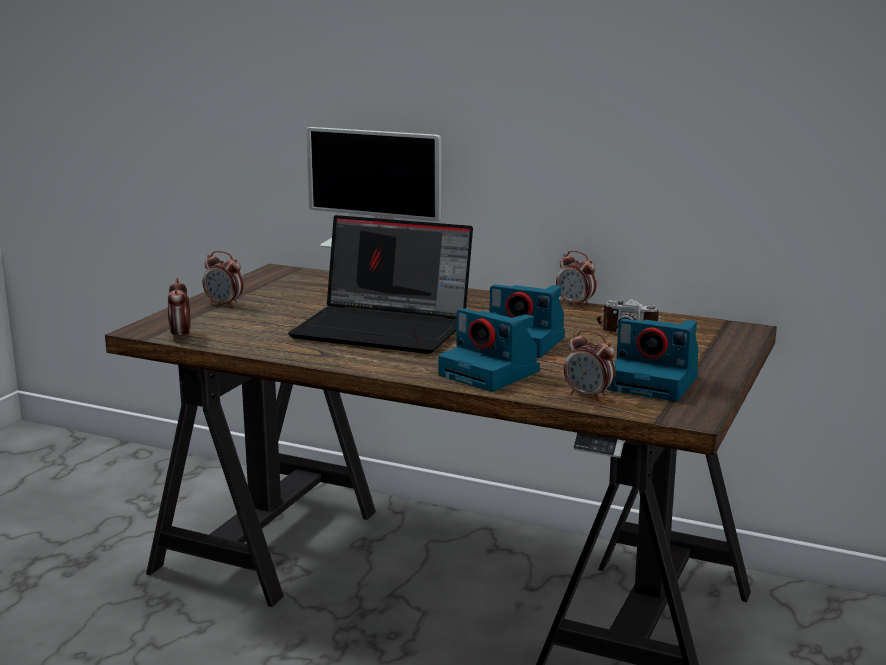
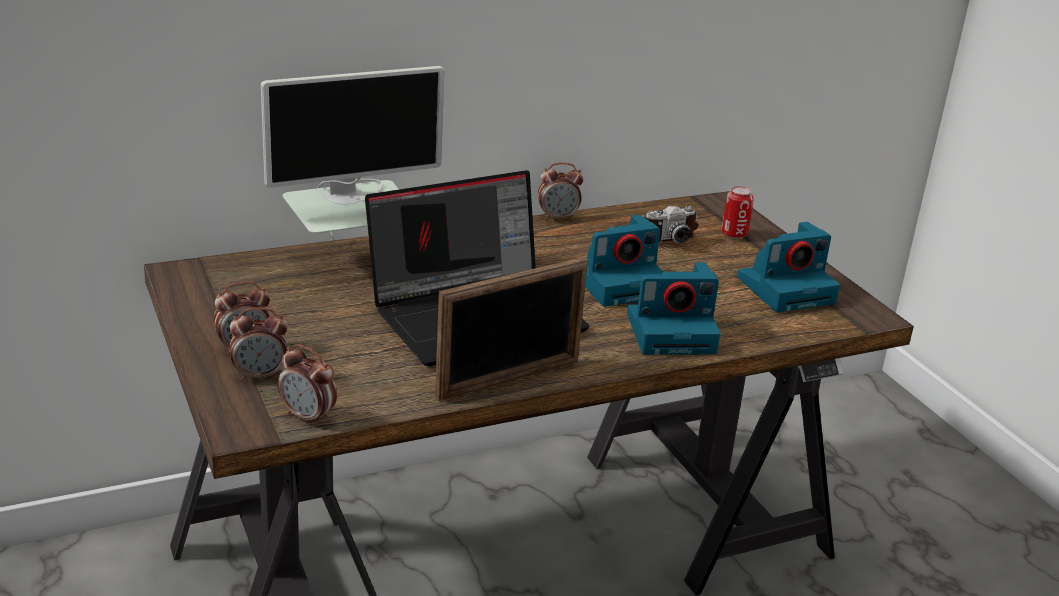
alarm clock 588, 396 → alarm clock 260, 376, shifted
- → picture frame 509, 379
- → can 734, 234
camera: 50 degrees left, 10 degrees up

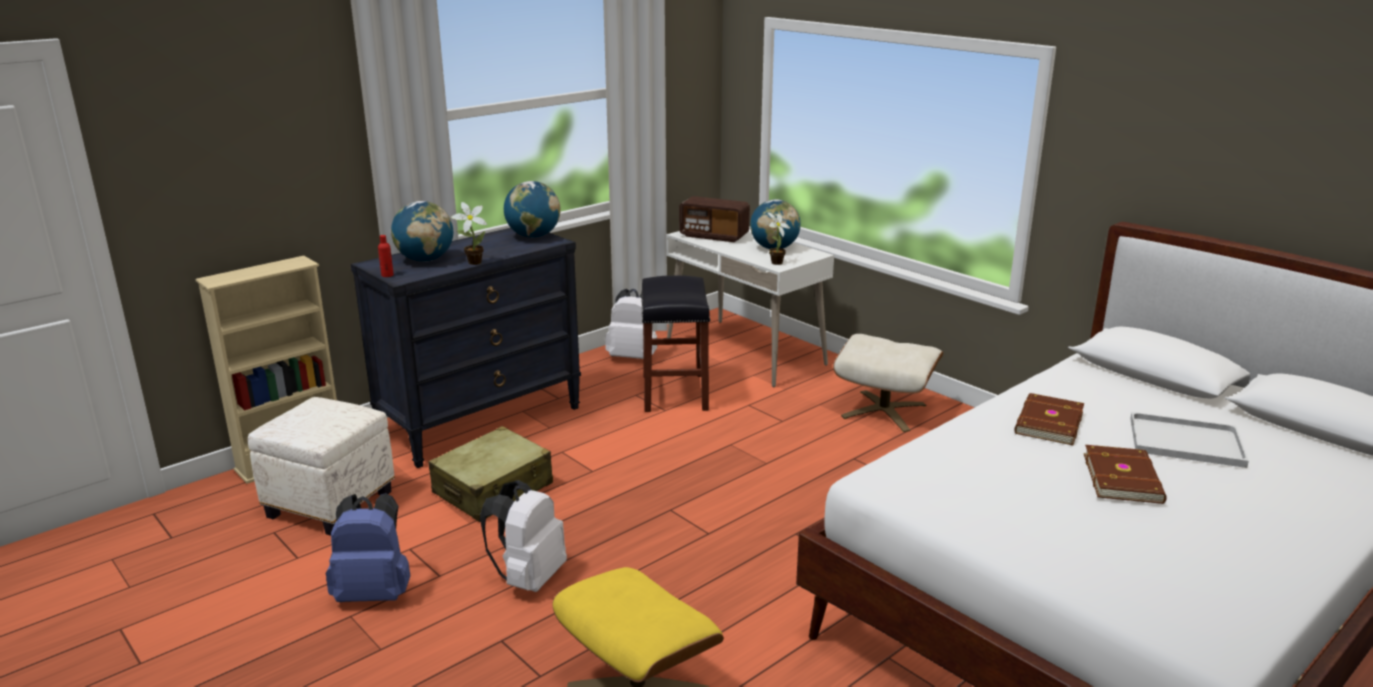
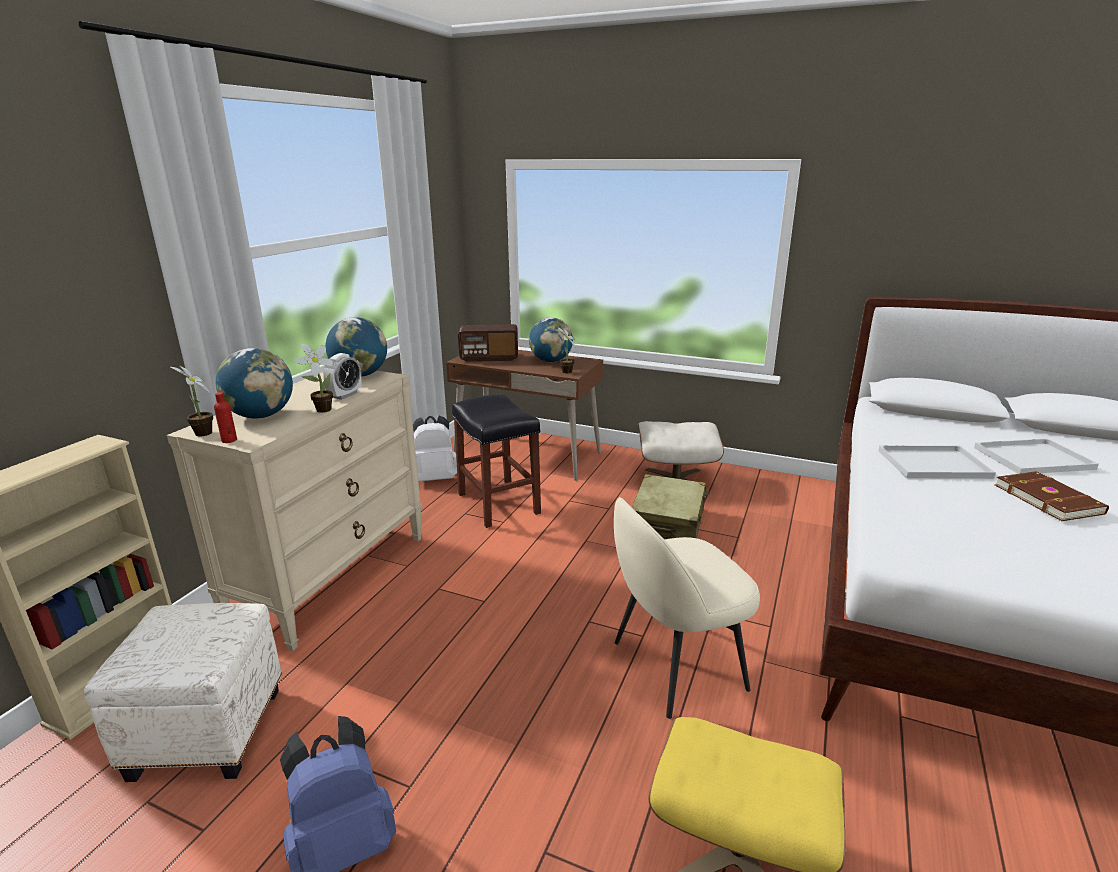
dresser/black 482, 422 → dresser/beige 332, 577
suitcase/beige 493, 489 → suitcase/beige 667, 523, shifted
backpack/white 528, 578 → -
desk/white 745, 352 → desk/brown 527, 455
book/brown 1047, 422 → tray/white 932, 464
- → potted plant 202, 434
- → alarm clock 345, 395
- → chair/beige 675, 666
camera: 25 degrees left, 0 degrees up

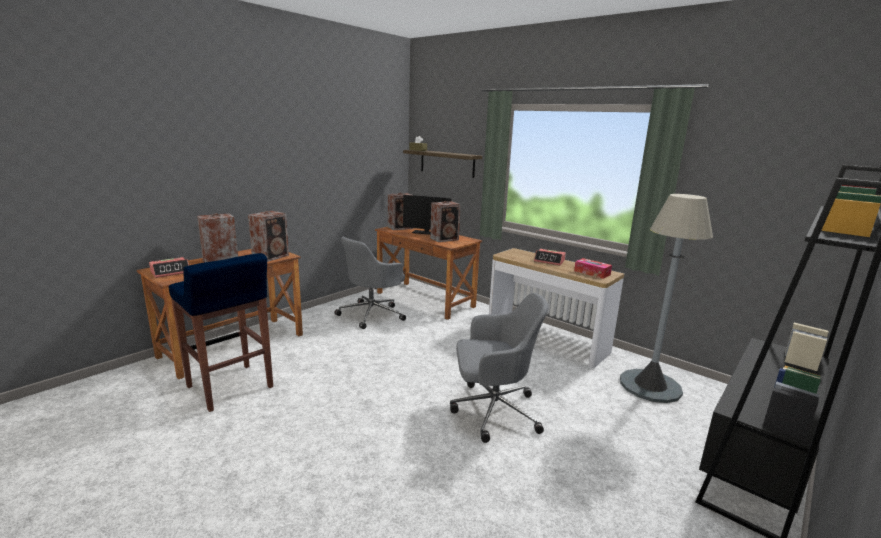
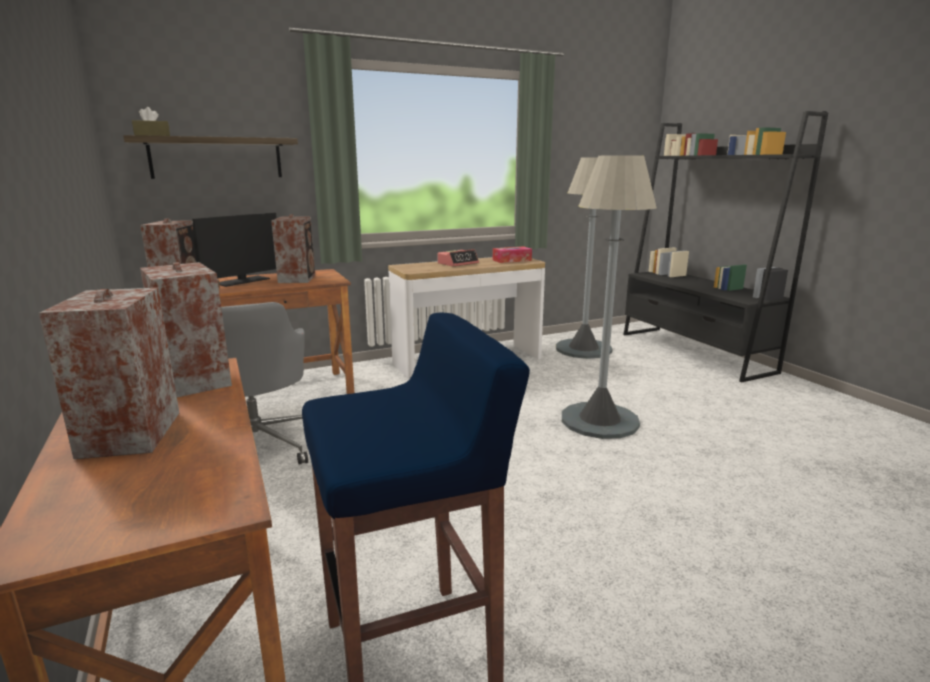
alarm clock 170, 272 → -
office chair/grey 492, 411 → floor lamp/grey 599, 420
camera: 65 degrees left, 0 degrees up

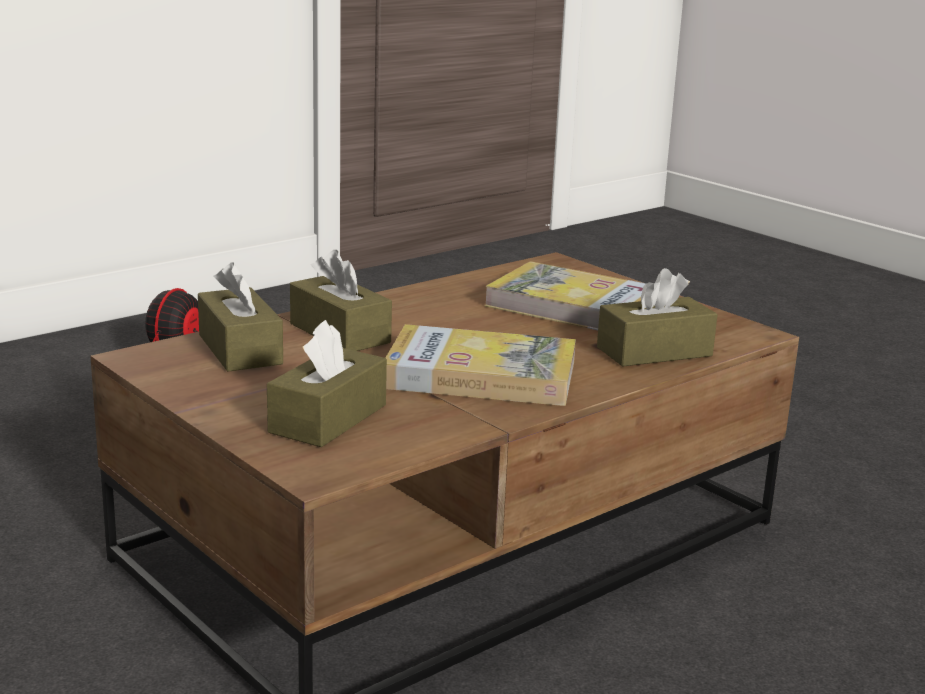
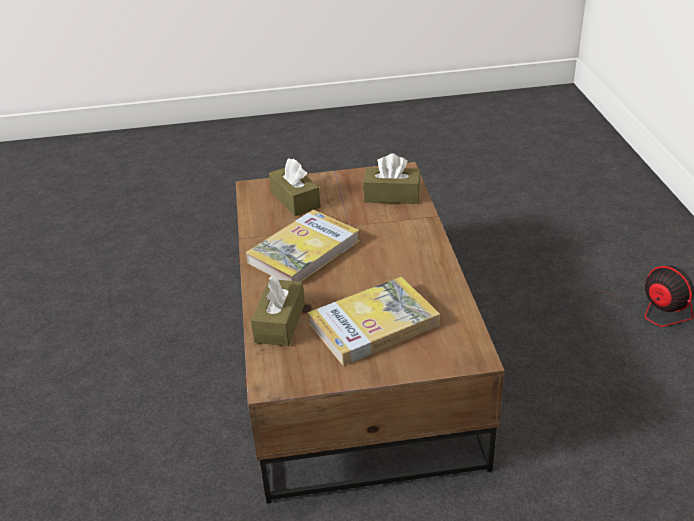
tissue box/brown 340, 333 → -
camera: 125 degrees right, 15 degrees up

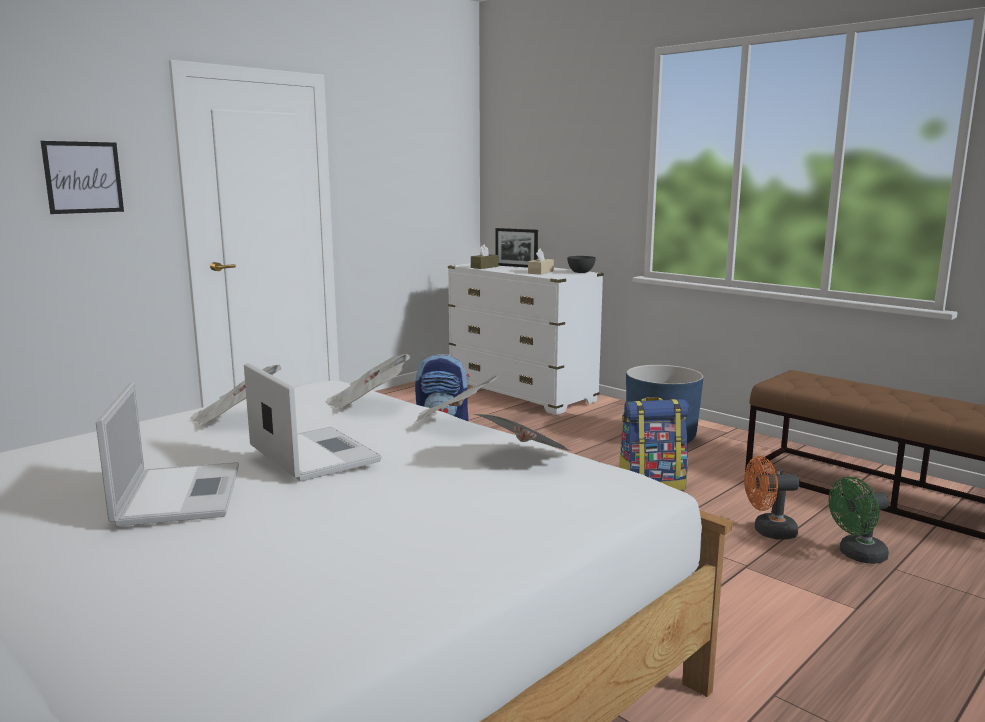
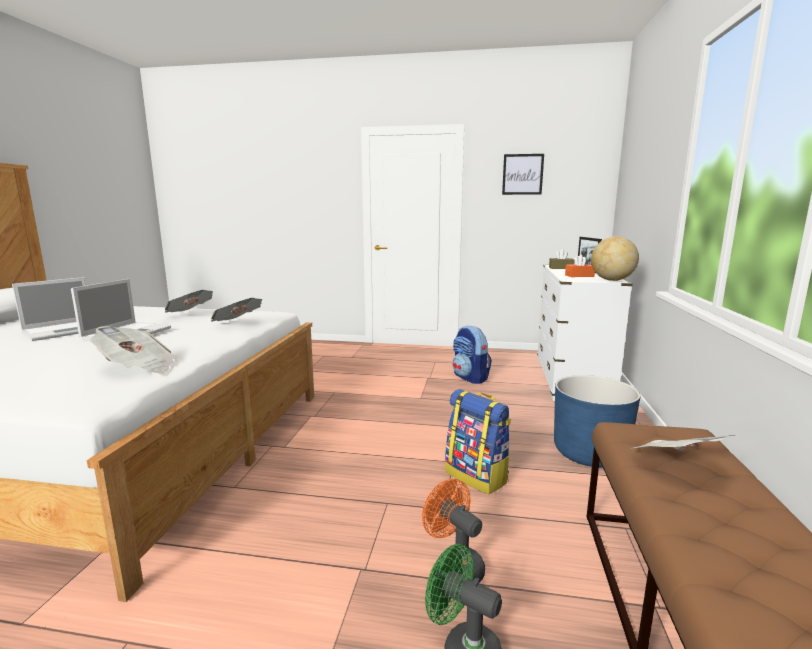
picture 83, 177 → picture 522, 174, shifted
newspaper 454, 422 → newspaper 674, 463, shifted
tissue box/beige 540, 272 → tissue box/orange 579, 276
bowl/grey 581, 272 → globe 611, 280
camera: 55 degrees right, 0 degrees up

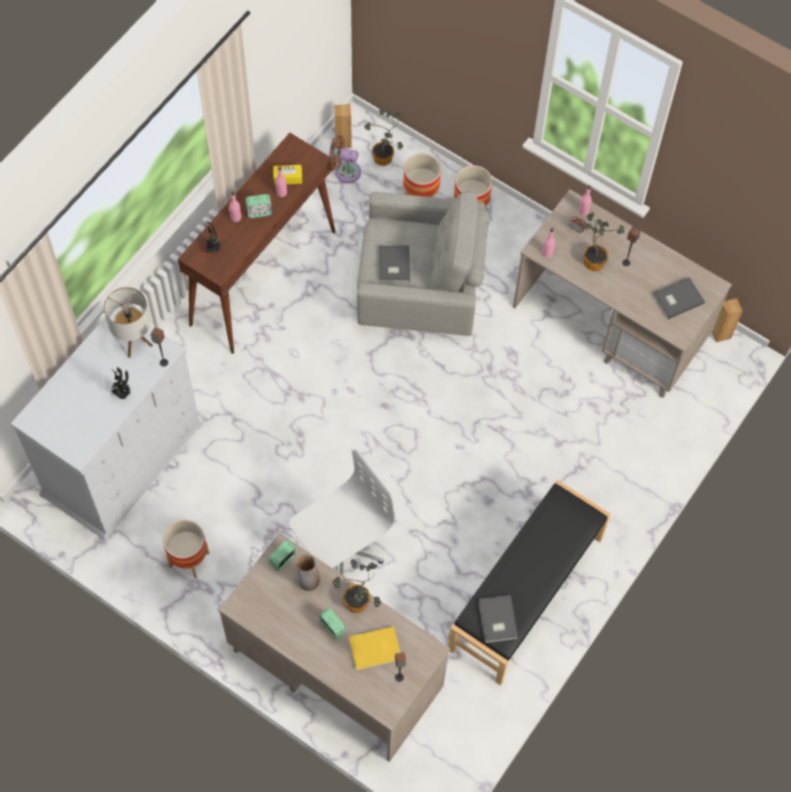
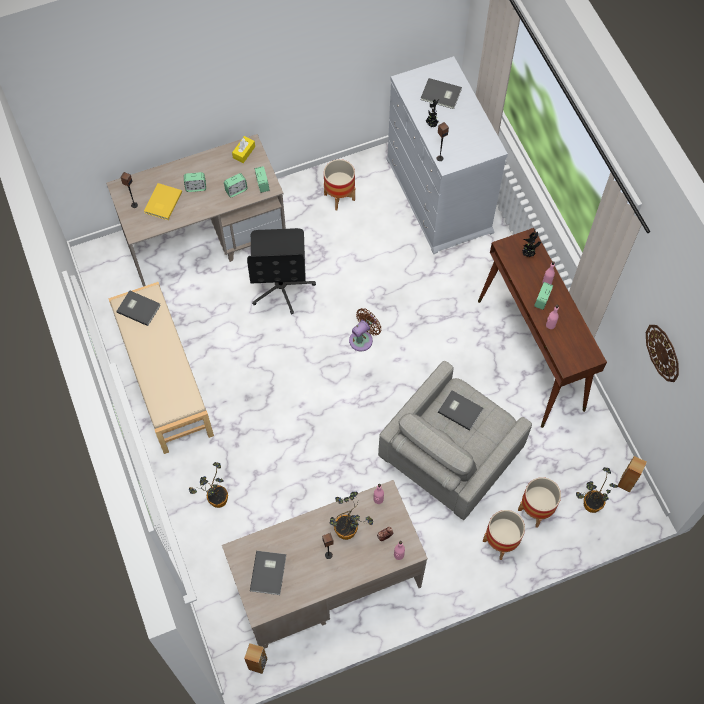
table lamp 134, 341 → -
tissue box/yellow 288, 178 → tissue box/yellow 244, 152, shifted
office chair/white 340, 549 → office chair/black 281, 285
vase 308, 582 → alarm clock 236, 190
fan/brown 344, 171 → fan/brown 363, 339, shifted
potted plant 358, 605 → potted plant 215, 499, shifted
bench/black 526, 594 → bench/beige 164, 379
- → book/grey 441, 95
- → wall clock 663, 352
camera: 125 degrees right, 0 degrees up

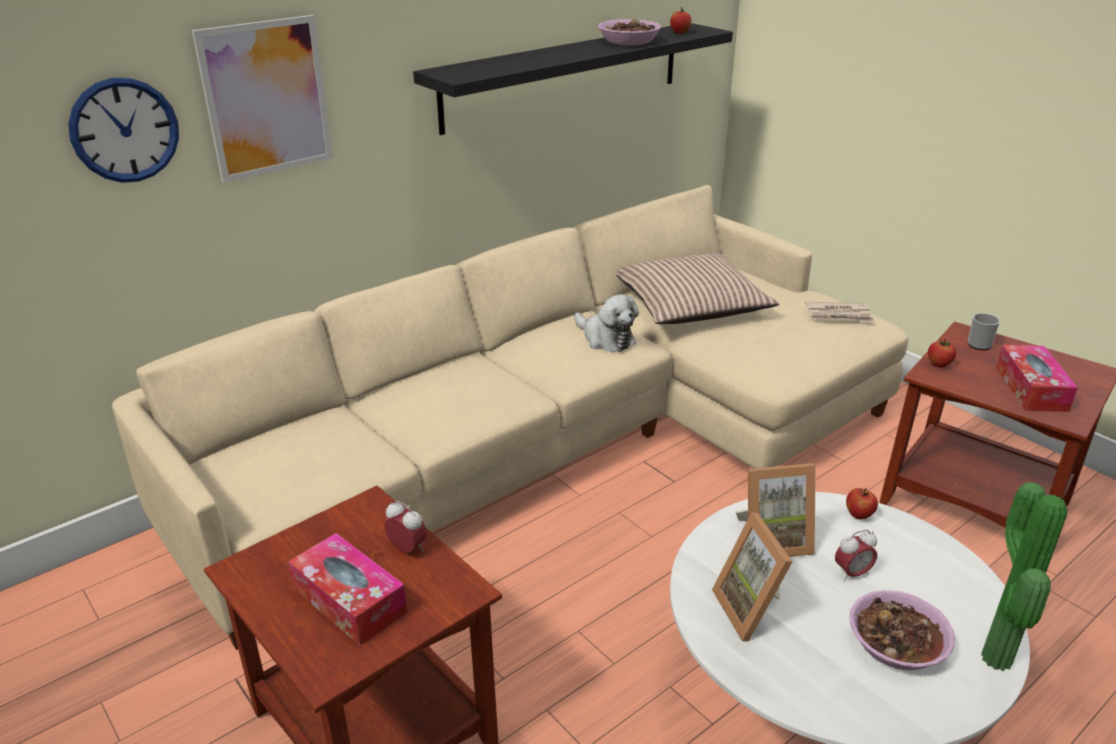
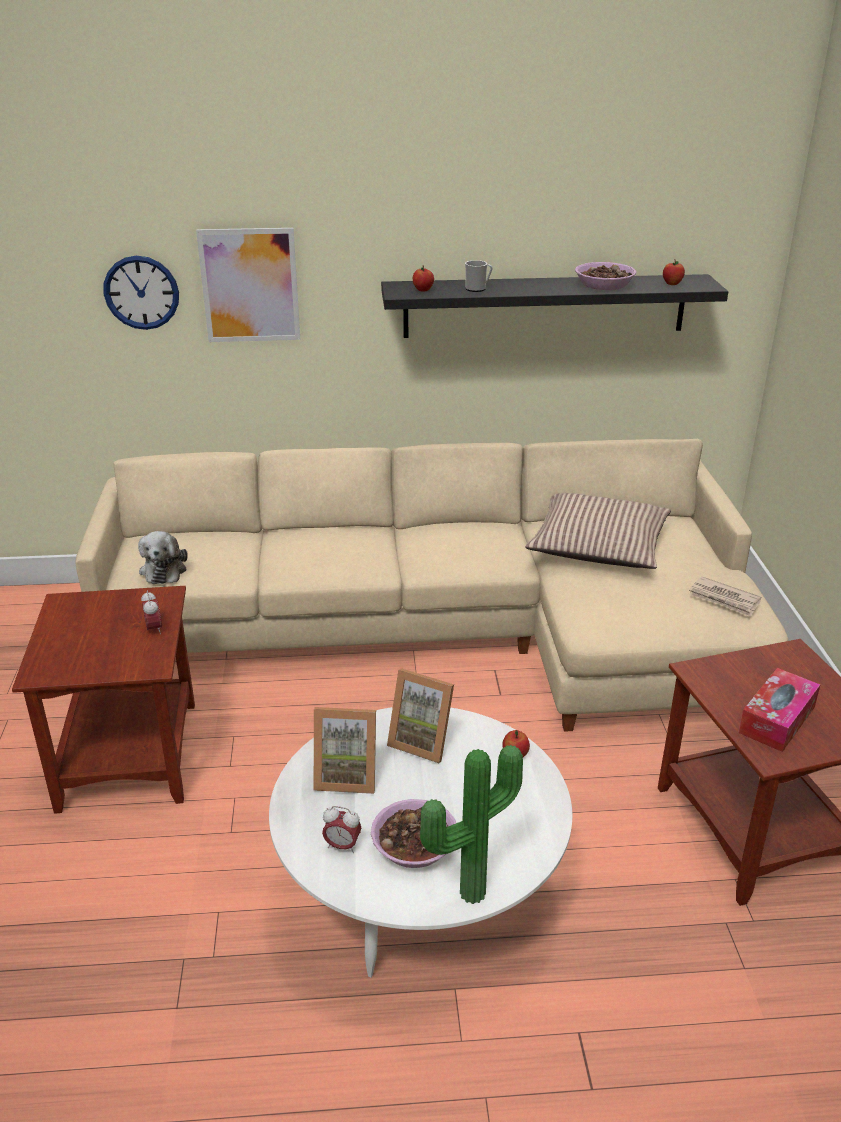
tissue box 349, 600 → -
plush toy 606, 338 → plush toy 164, 569, shifted
picture frame 753, 610 → picture frame 347, 775, 105 degrees counterclockwise
alarm clock 852, 573 → alarm clock 342, 846, shifted
apple 938, 364 → apple 423, 290, shifted
mug 981, 344 → mug 478, 289, shifted
camera: 35 degrees right, 0 degrees up

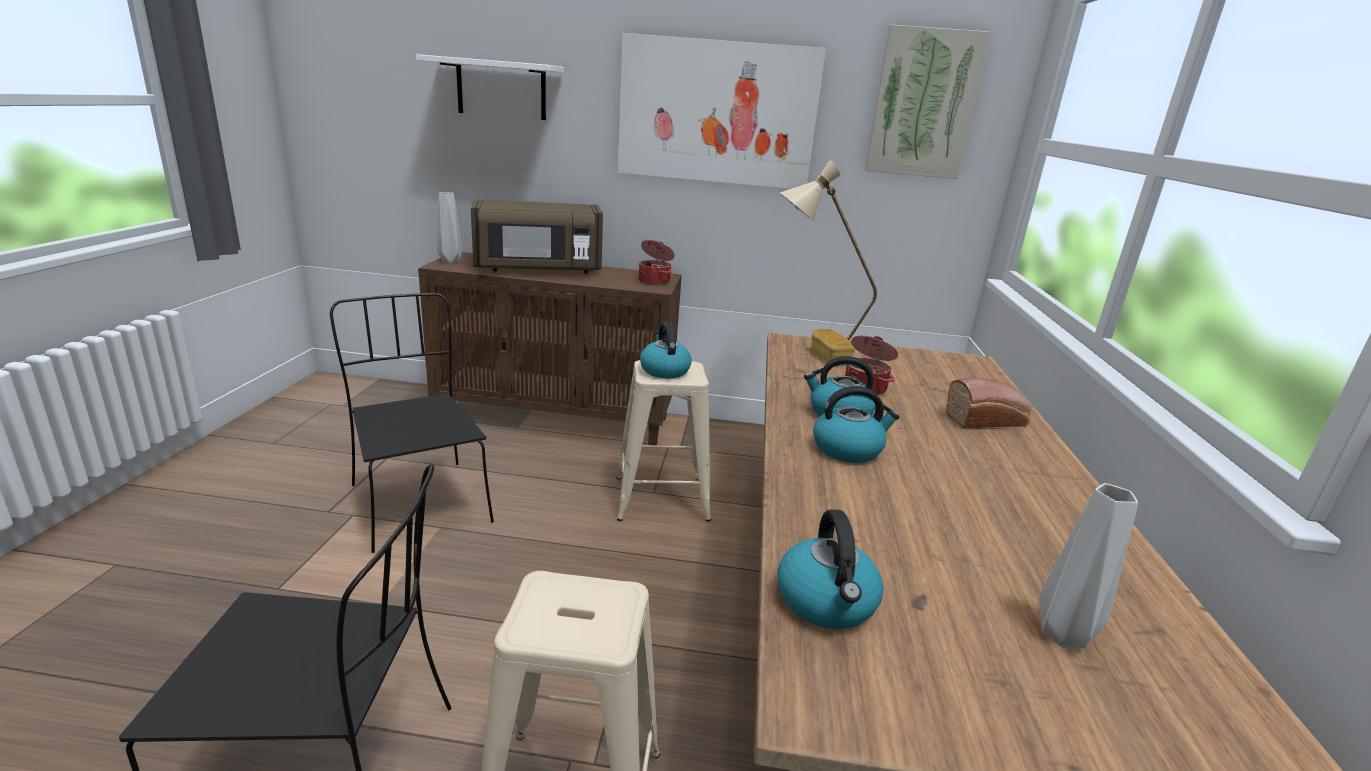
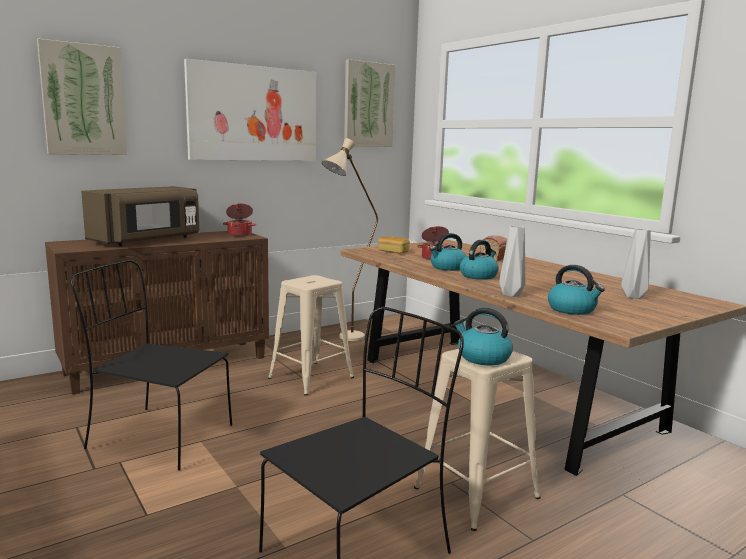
shelf/white 501, 89 → picture 83, 100
vase/grey 449, 261 → vase/grey 512, 295, shifted
kettle 664, 370 → kettle 482, 357, shifted
camera: 40 degrees left, 10 degrees down

